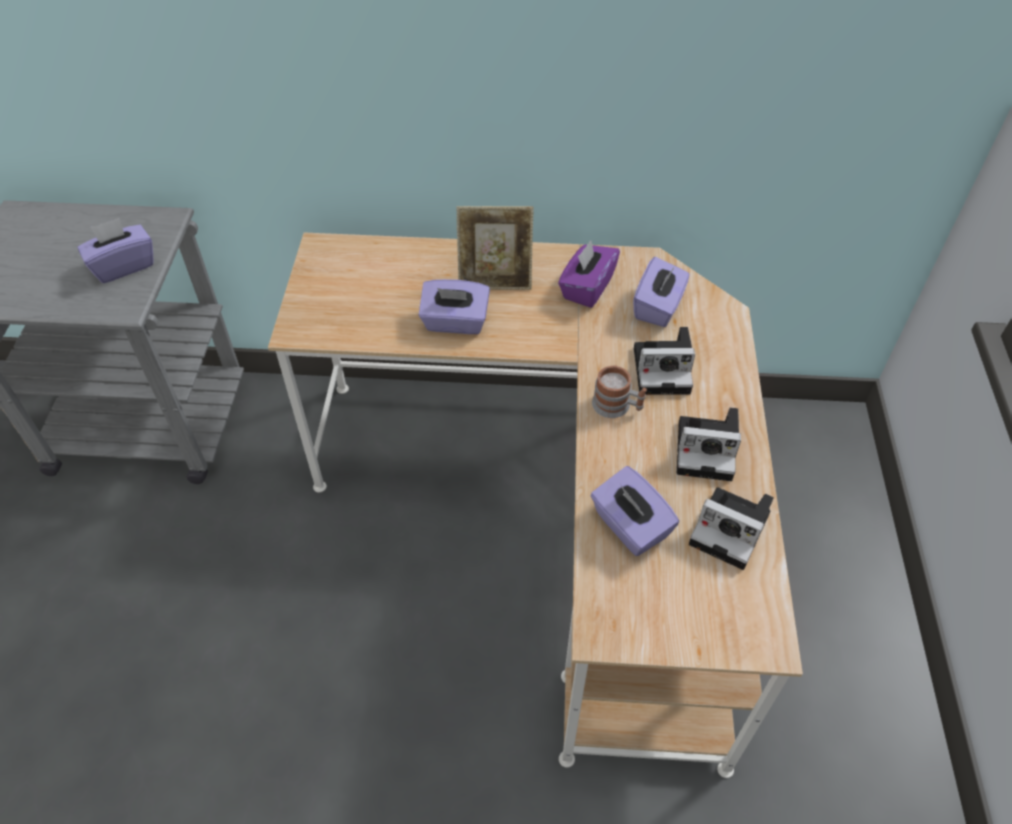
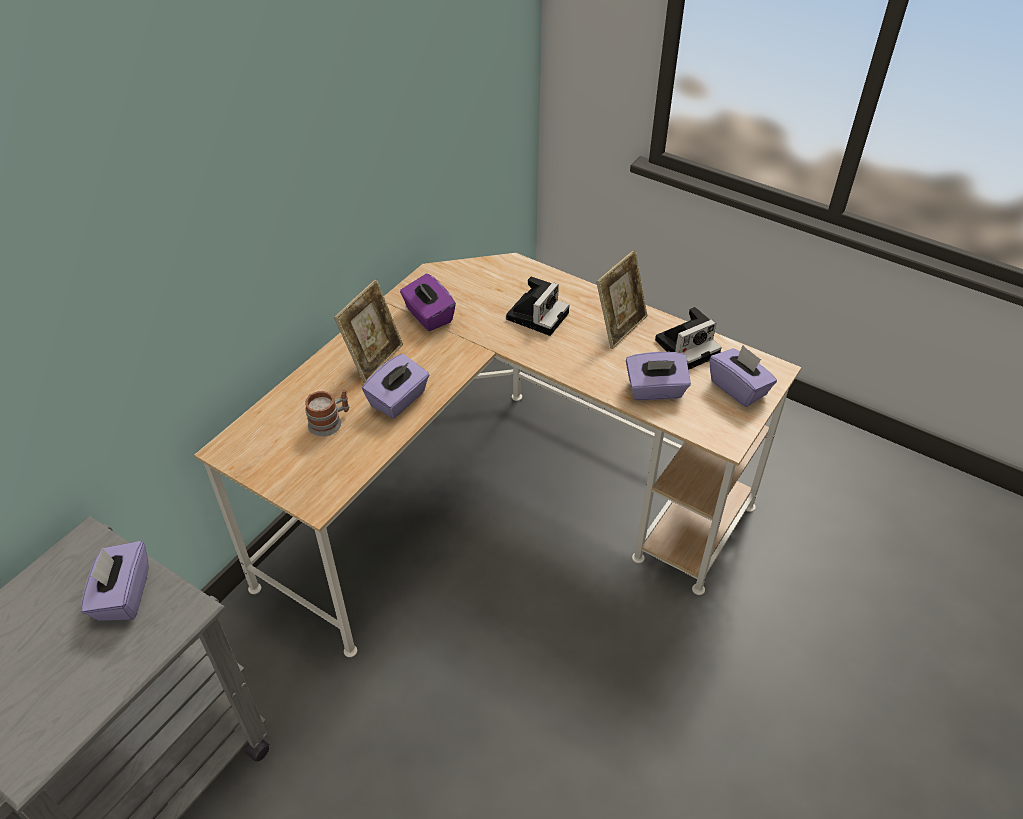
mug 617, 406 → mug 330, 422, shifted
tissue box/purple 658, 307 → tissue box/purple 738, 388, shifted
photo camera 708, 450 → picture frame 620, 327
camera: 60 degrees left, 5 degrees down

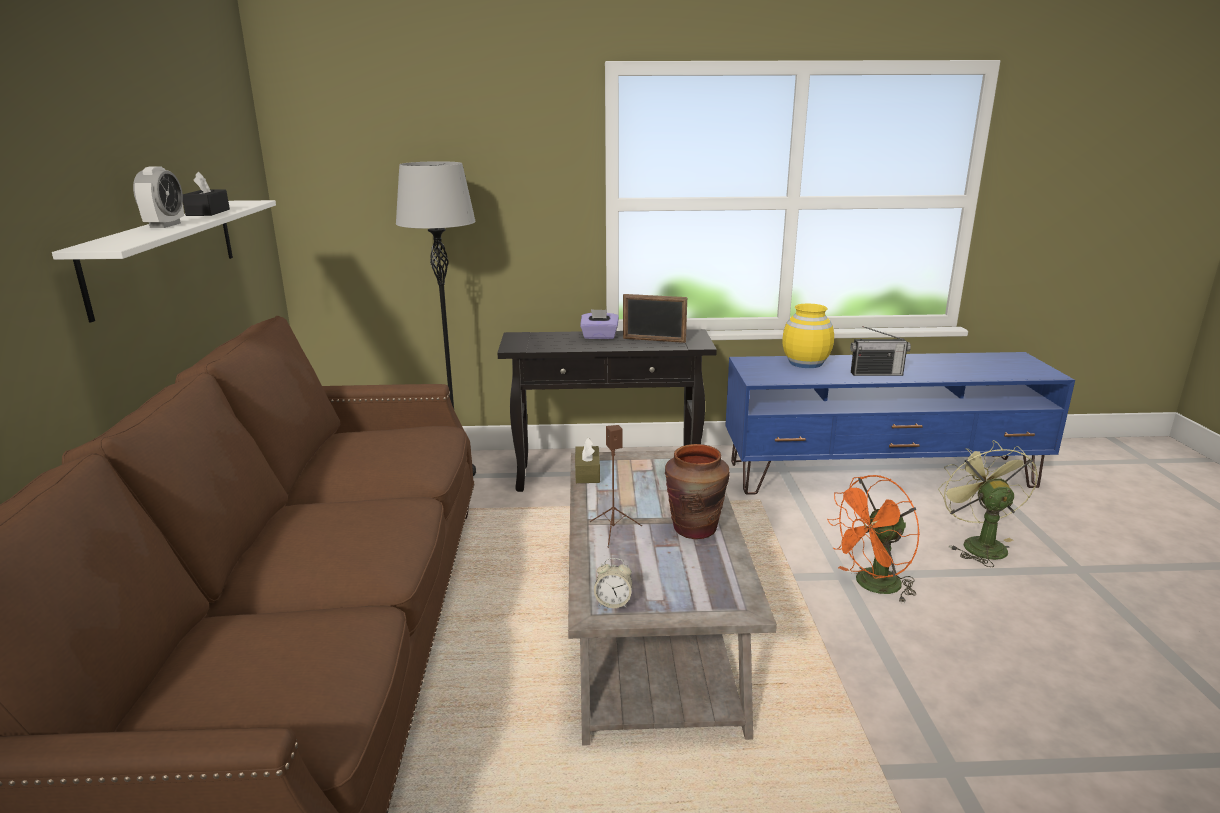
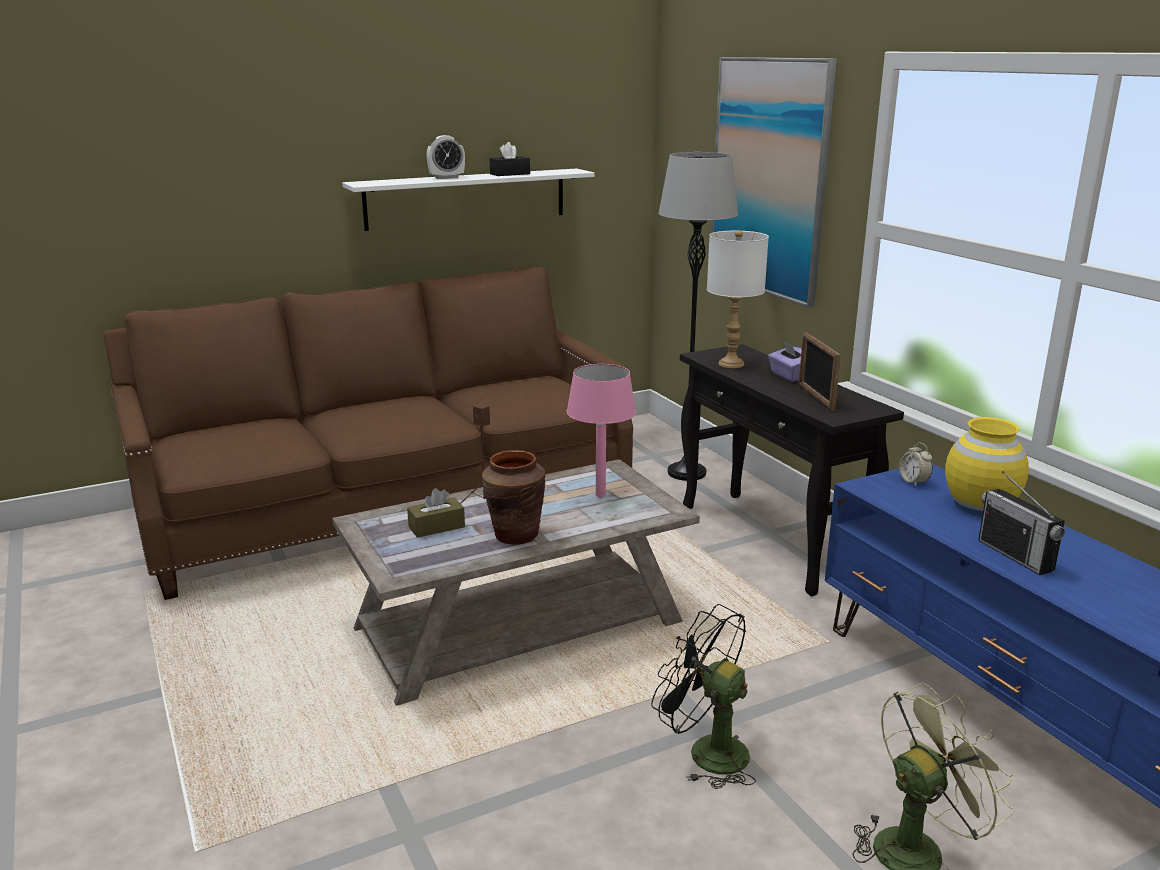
tissue box/brown 587, 473 → tissue box/brown 436, 527, shifted
alarm clock 613, 603 → alarm clock 913, 482, shifted
fan/orange 871, 586 → fan/black 706, 751
- → table lamp/pink 601, 495
- → table lamp/white 730, 364
- → picture 768, 178
camera: 65 degrees right, 0 degrees up

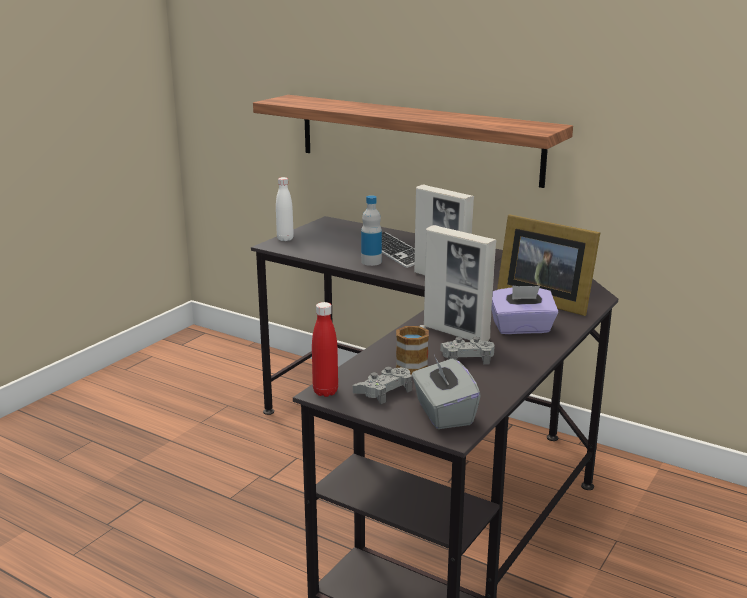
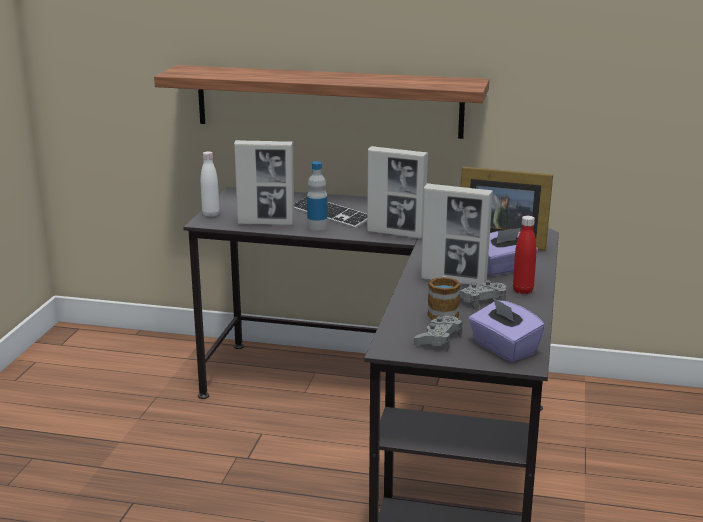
bottle/red 325, 392 → bottle/red 523, 290, shifted
tissue box/grey 443, 413 → tissue box/purple 503, 348
- → picture frame 266, 223
camera: 20 degrees left, 0 degrees up

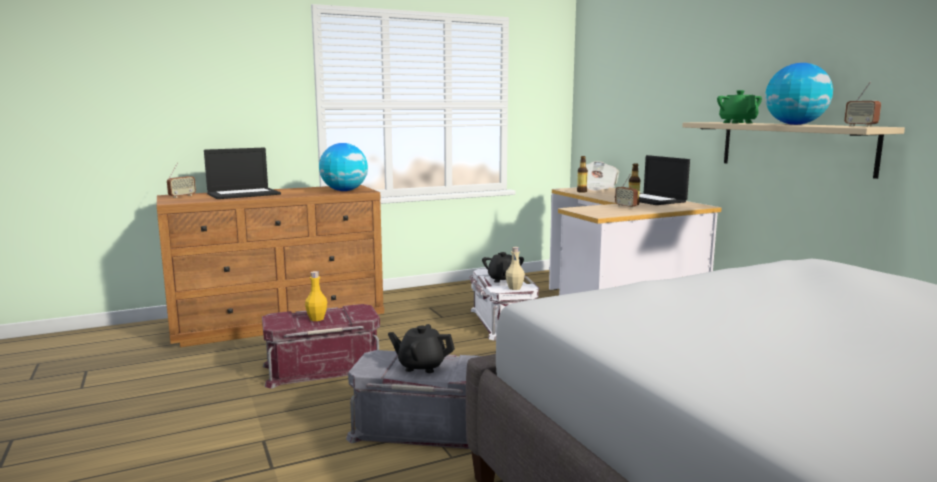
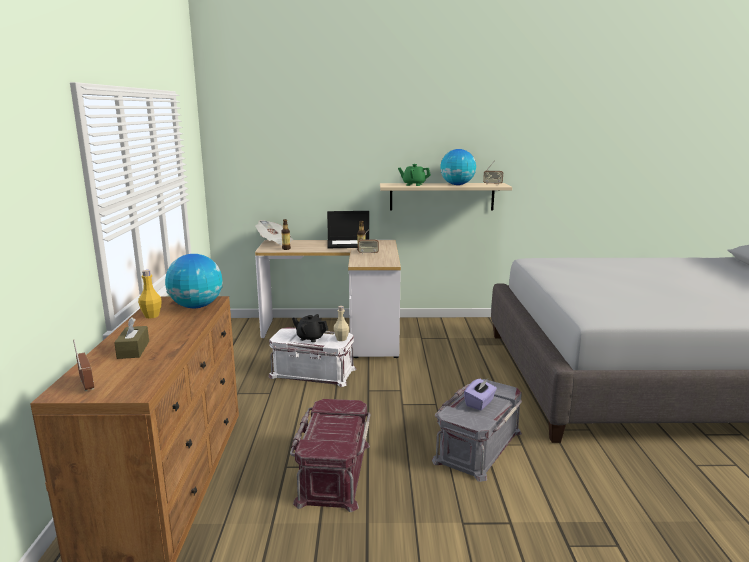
laptop 244, 194 → tissue box/brown 133, 350
bottle/yellow 317, 319 → bottle/yellow 151, 316, shifted
teapot/black 421, 366 → tissue box/purple 480, 403
camera: 65 degrees left, 5 degrees up

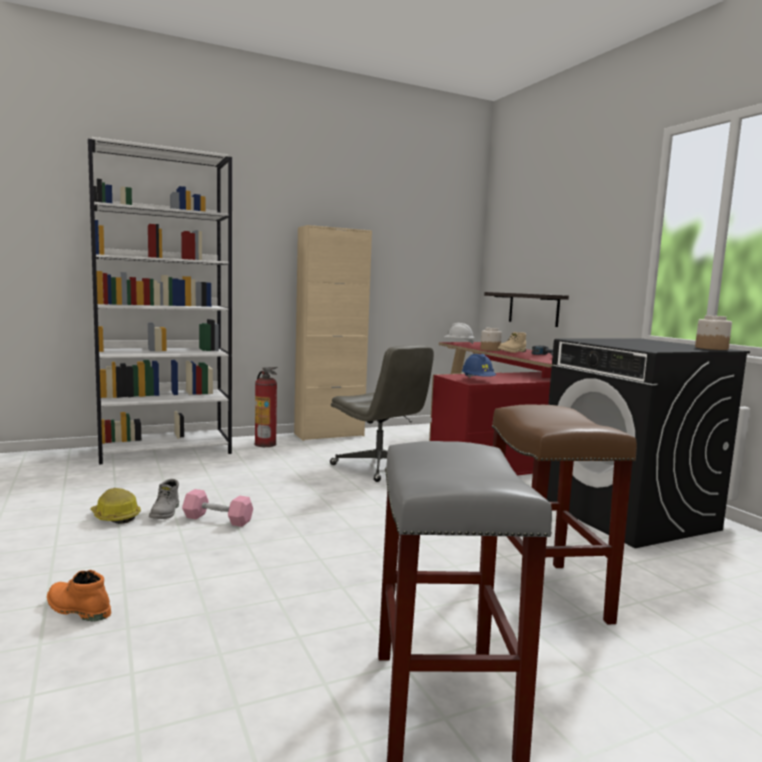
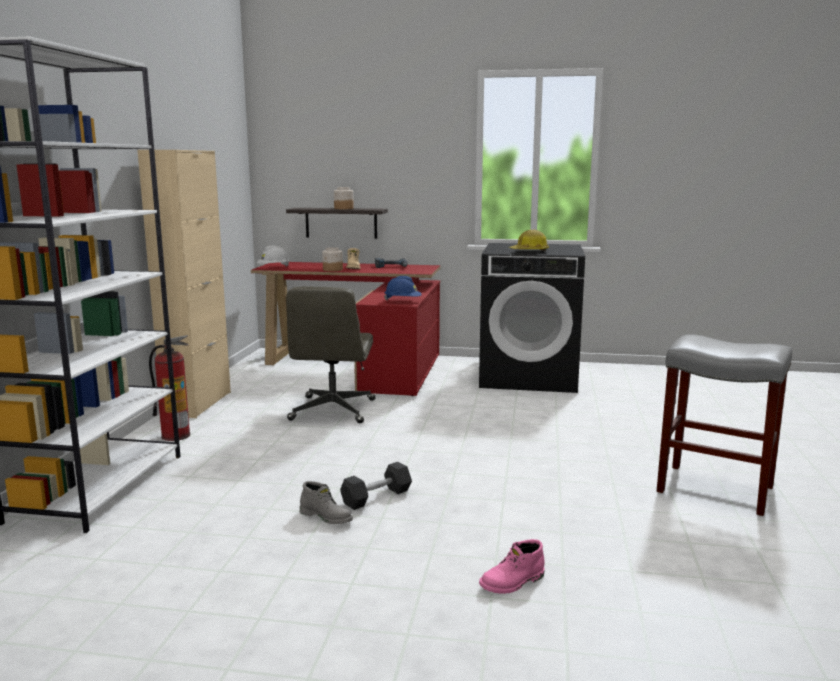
boot/orange 77, 609 → boot/pink 513, 583
hard hat 115, 516 → hard hat 529, 251, shifted
dumbbell/pink 217, 519 → dumbbell/grey 376, 497
office chair/grey 379, 467 → office chair/grey 333, 410, 105 degrees clockwise
stool/brown 545, 594 → -
jar 711, 348 → jar 343, 208, shifted
camera: 55 degrees left, 5 degrees up

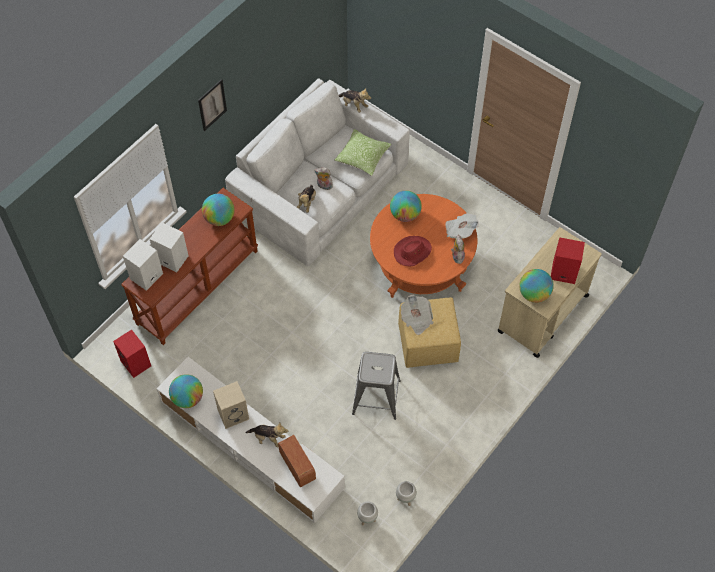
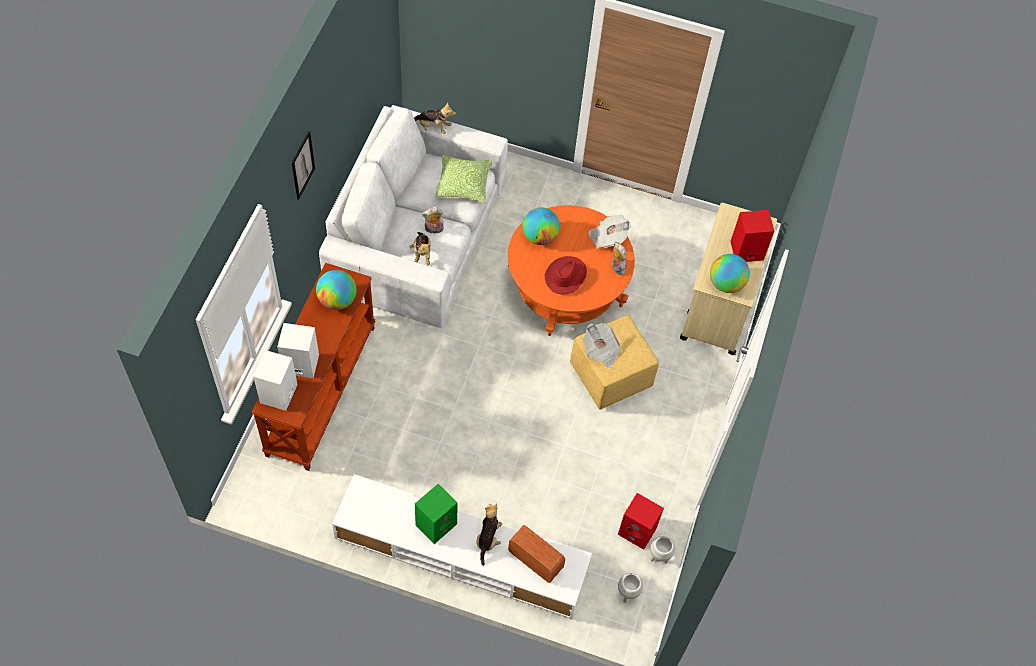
speaker/red 136, 363 → speaker/red 638, 531, shifted
globe 188, 398 → -
speaker/beige 233, 413 → speaker/green 436, 523
plush toy 268, 438 → plush toy 488, 538, 75 degrees counterclockwise
stool/grey 376, 397 → -
camera: 25 degrees left, 0 degrees up

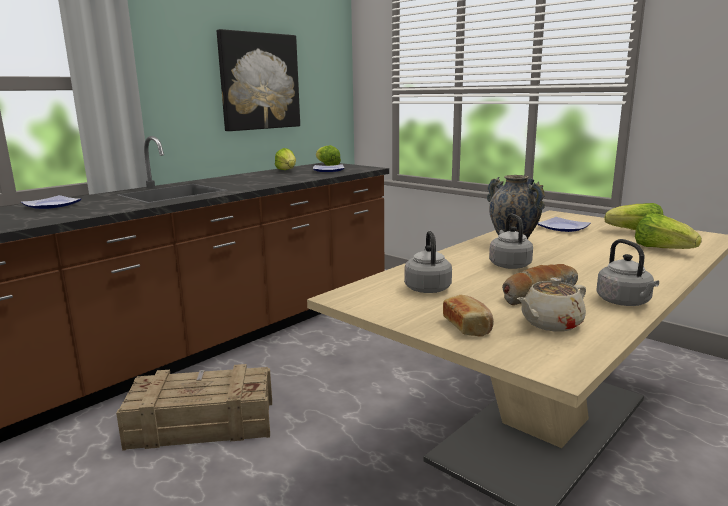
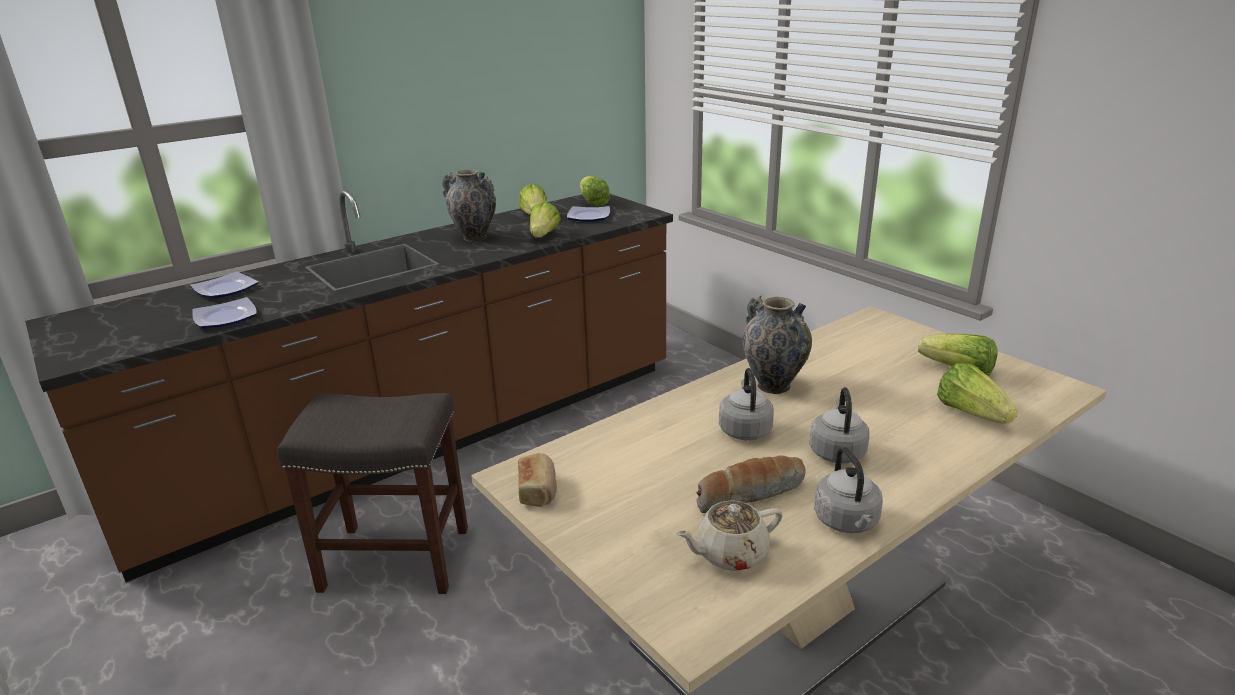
crate 201, 423 → stool/grey 393, 559
picture 259, 81 → -
kettle/grey 427, 288 → kettle/grey 836, 451, shifted
bread 468, 326 → bread 538, 490, shifted
plate 561, 227 → plate 224, 317, shifted
- → vase 474, 237
- → lettuce 544, 236
camera: 10 degrees right, 10 degrees up

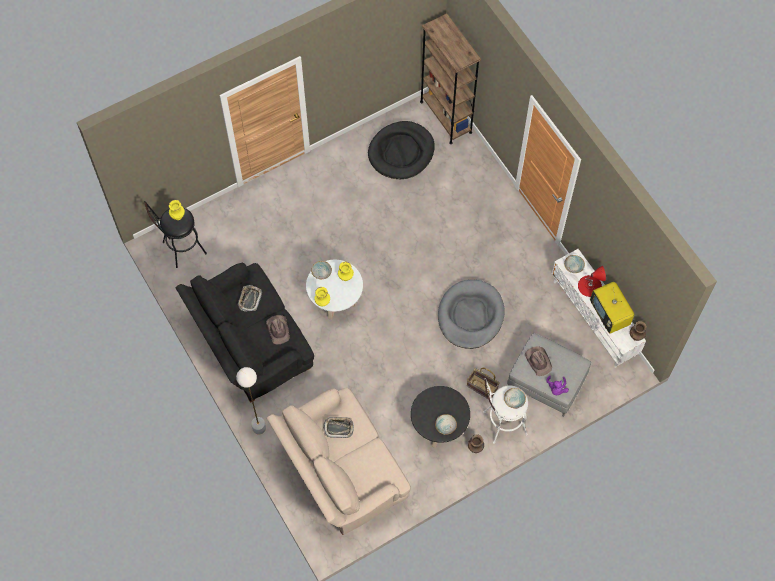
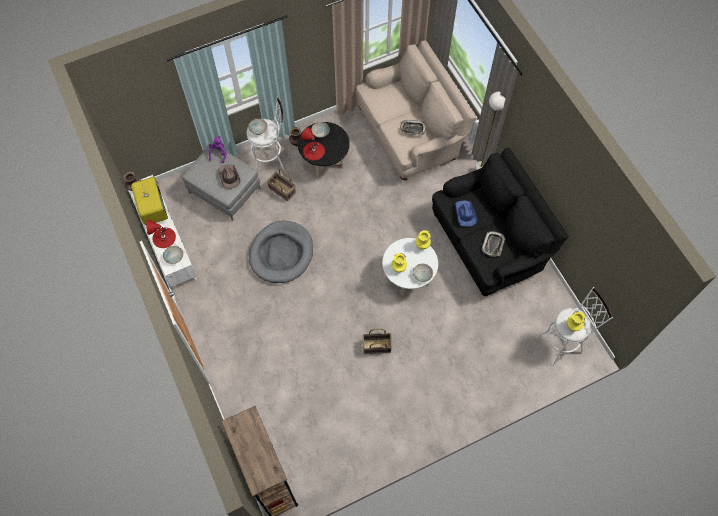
stool/black 180, 249 → stool/white 563, 343
hat/brown 278, 329 → hat/blue 465, 214
dog bed/black 401, 152 → -
- → table lamp/red 313, 151
- → basket 376, 346
camera: 175 degrees left, 0 degrees up

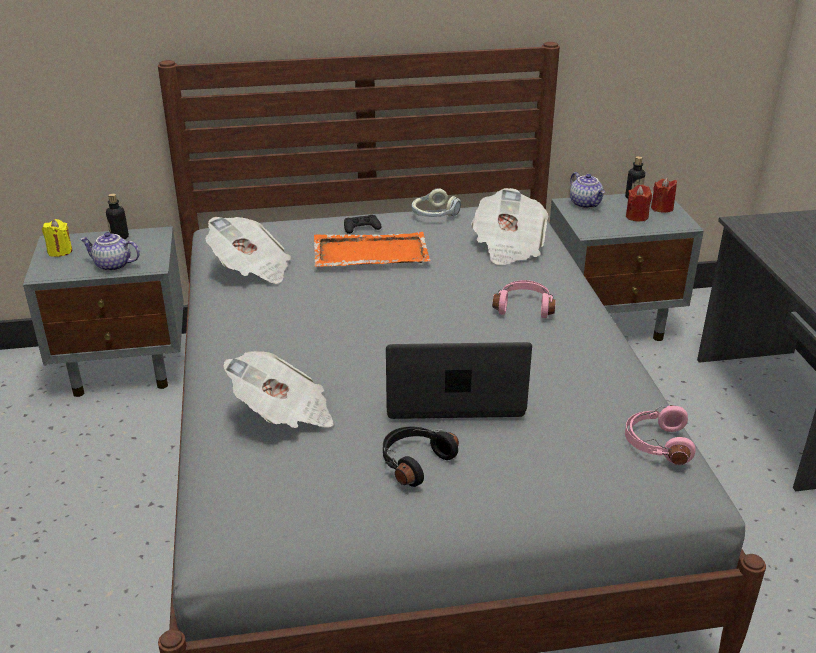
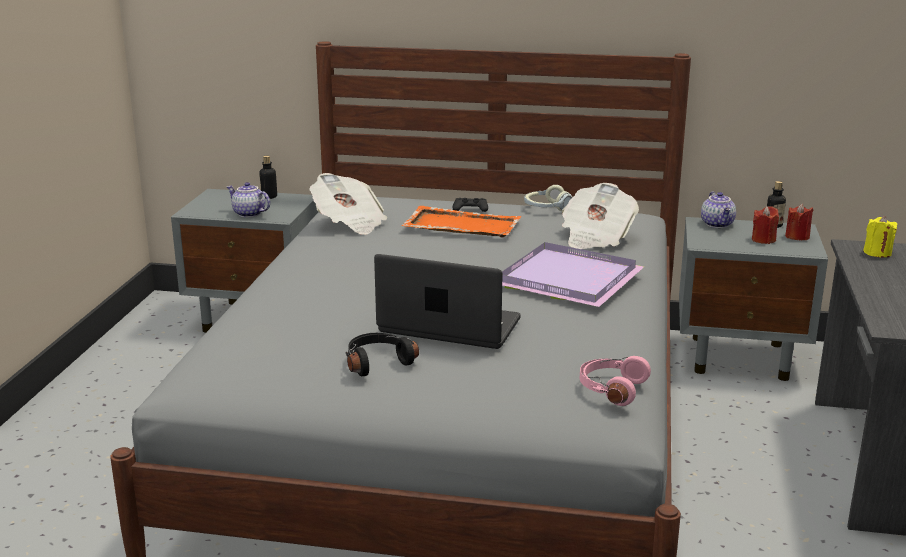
candle/yellow 60, 251 → candle/yellow 877, 253, shifted
newspaper 283, 414 → -
headphones/pink 524, 307 → tray/purple 571, 279
camera: 20 degrees right, 10 degrees down

